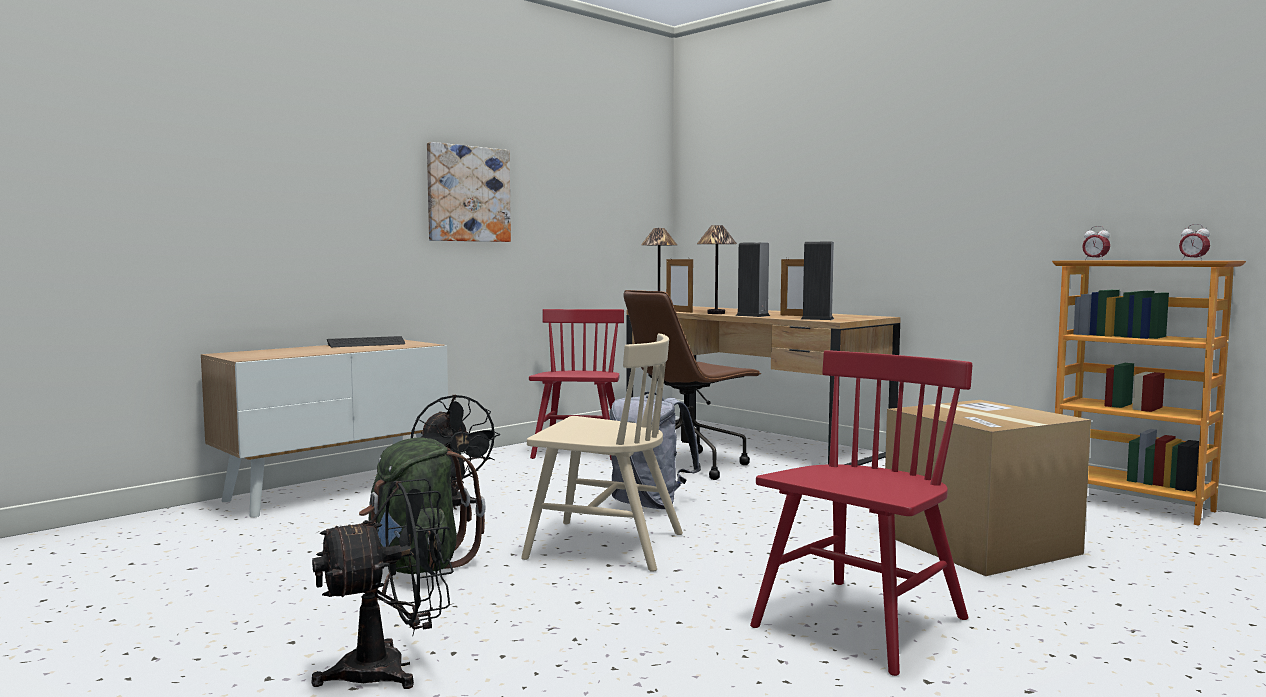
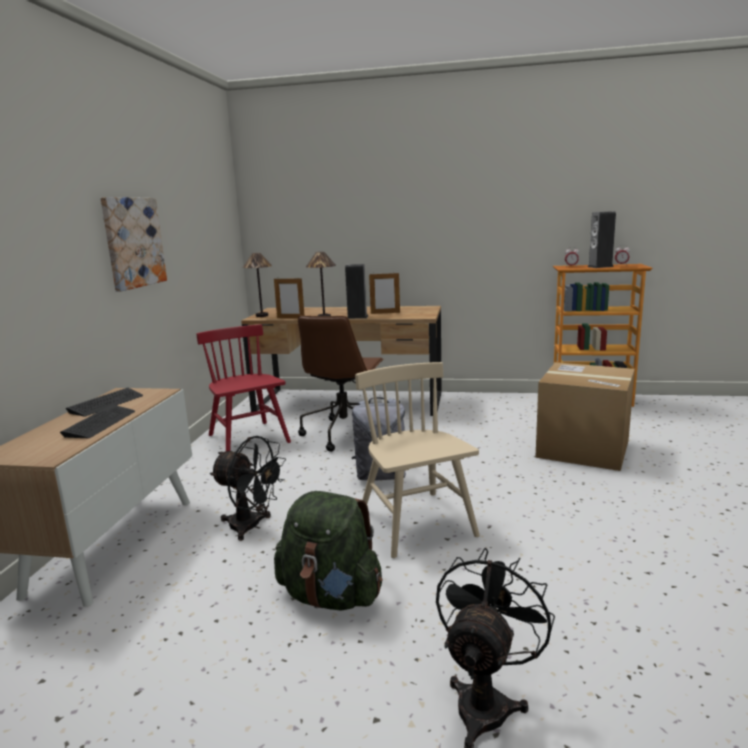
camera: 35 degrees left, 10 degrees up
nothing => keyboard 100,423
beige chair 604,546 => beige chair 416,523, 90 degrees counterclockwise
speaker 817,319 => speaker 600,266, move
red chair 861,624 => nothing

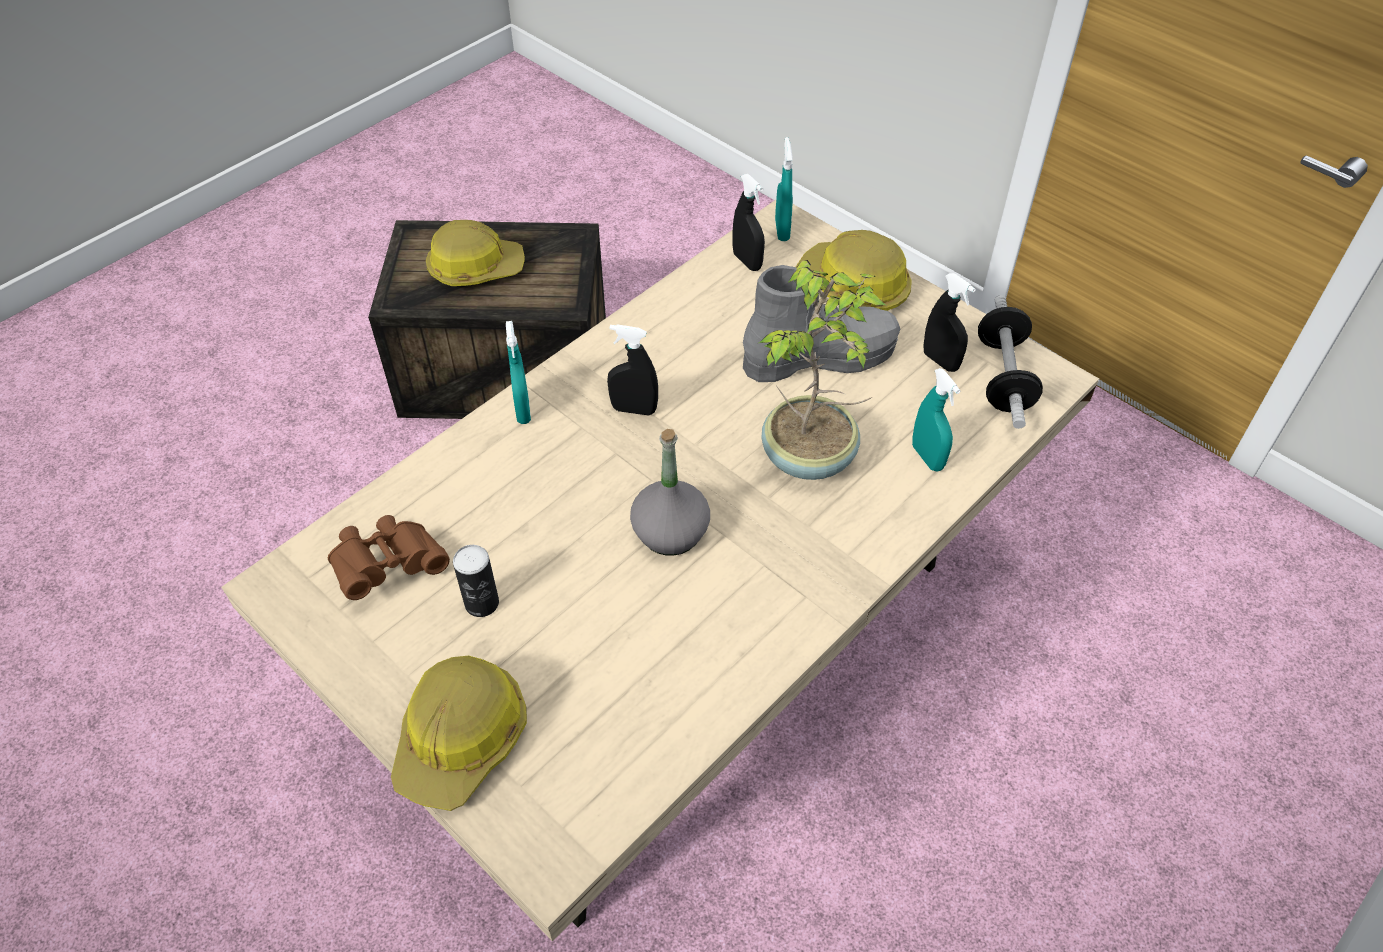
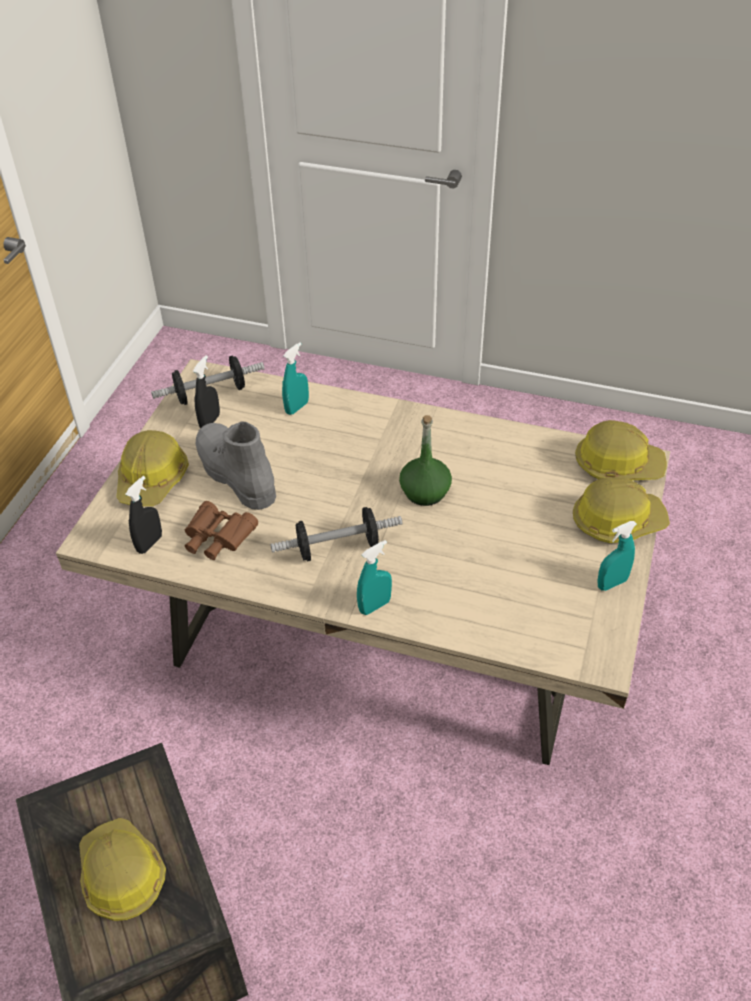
camera: 115 degrees left, 5 degrees down
brown binoculars 389,566 => brown binoculars 218,540, move
black spray bottle 634,409 => dumbbell 337,547
grey bottle 670,532 => green bottle 425,492
nothing => hard hat 618,465
turquoise spray bottle 782,230 => turquoise spray bottle 612,583, move
can 482,603 => nothing
potted plant 810,458 => nothing

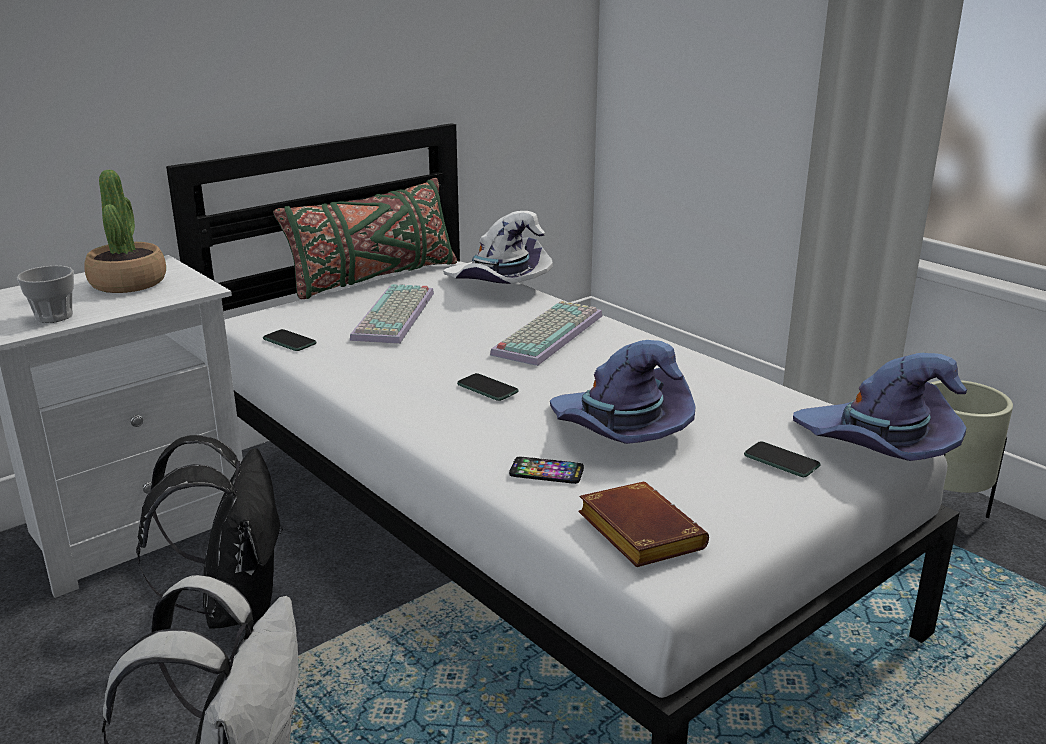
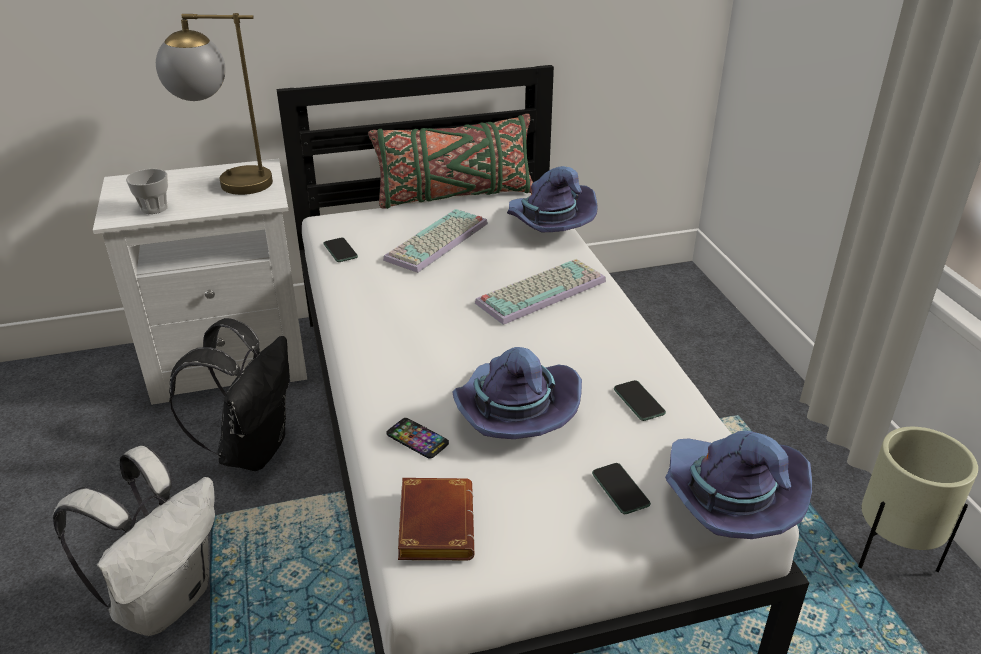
camera: 25 degrees right, 10 degrees up
potted plant 128,283 => table lamp 227,183
white hat 499,283 => purple hat 547,224
phone 487,388 => phone 639,401, move

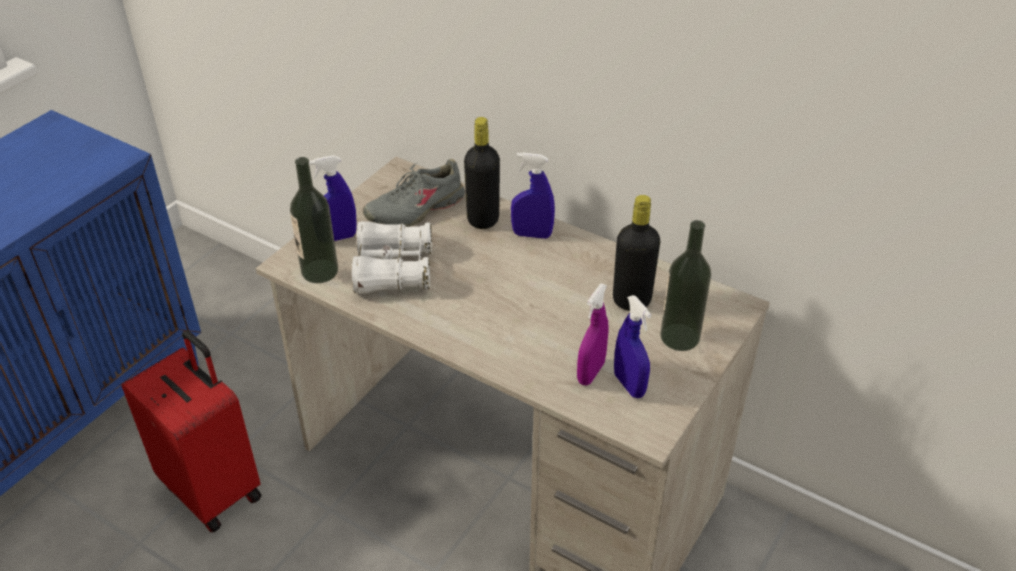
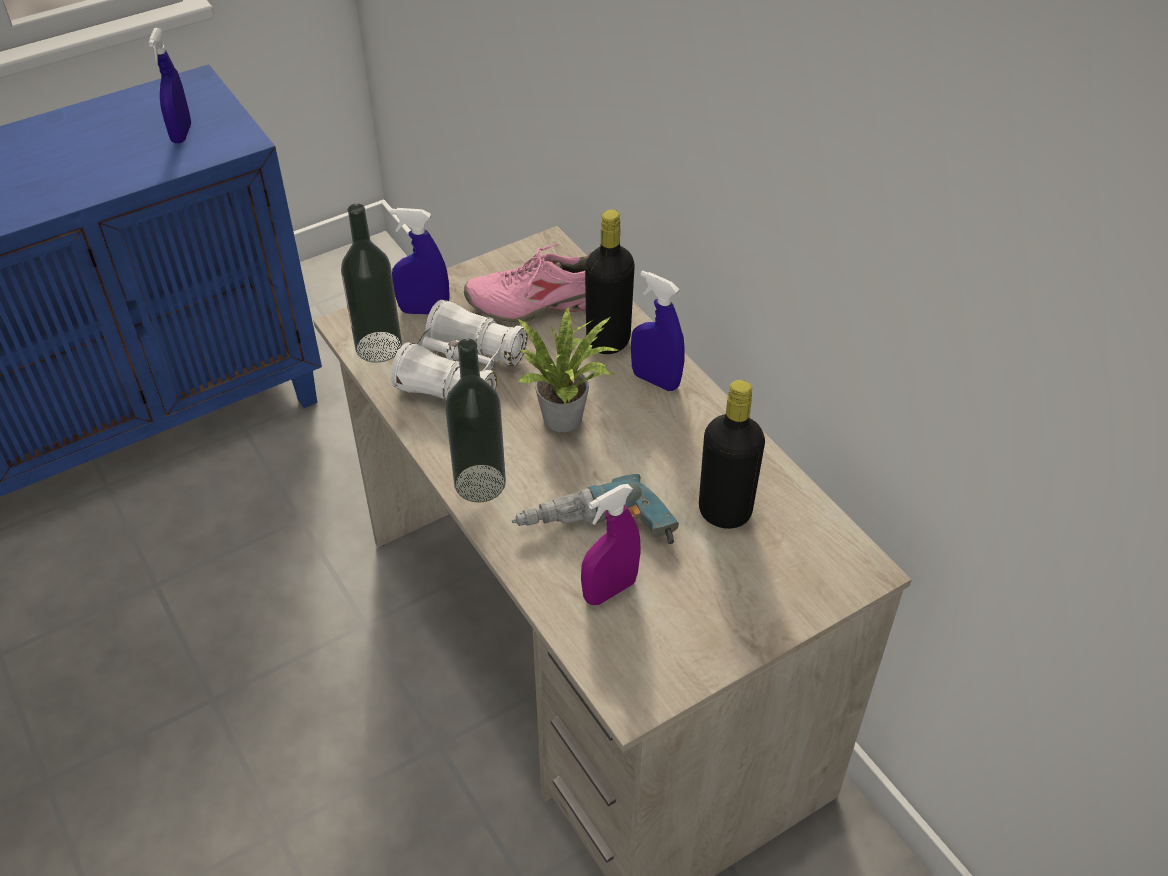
camera: 25 degrees right, 5 degrees up
blue spray bottle 629,385 => blue spray bottle 181,134, move
bottle 679,337 => bottle 480,483, move
grey shoe 415,209 => pink shoe 536,302
nothing => power drill 595,535
nothing => potted plant 568,416
red suitcase 214,489 => nothing

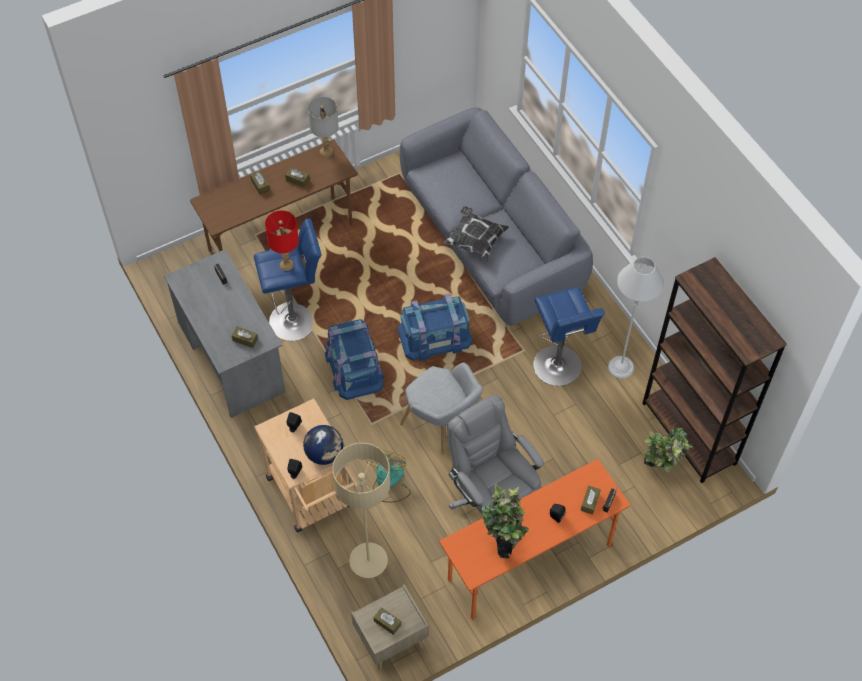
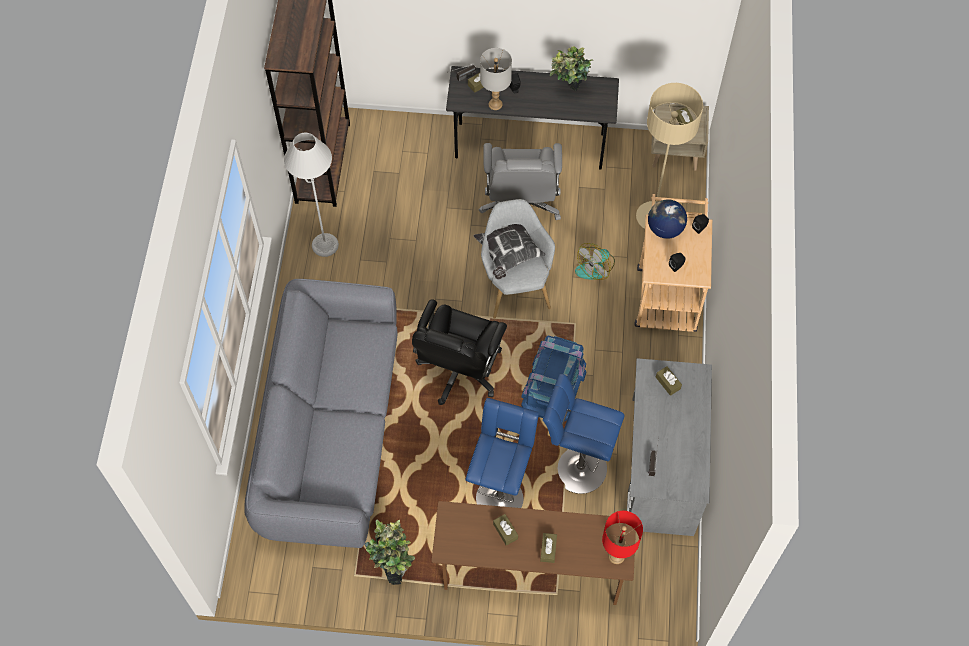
camera: 145 degrees left, 5 degrees up
potted plant 659,471 => potted plant 393,566, move
blue storage box 434,336 => black office chair 459,370
orange desk 529,563 => grey desk 530,145
blue stool 559,368 => blue stool 500,494, move
pillow 475,240 => pillow 508,253, move
grey table lamp 326,151 => grey table lamp 495,104, move
red table lamp 286,265 => red table lamp 616,556, move

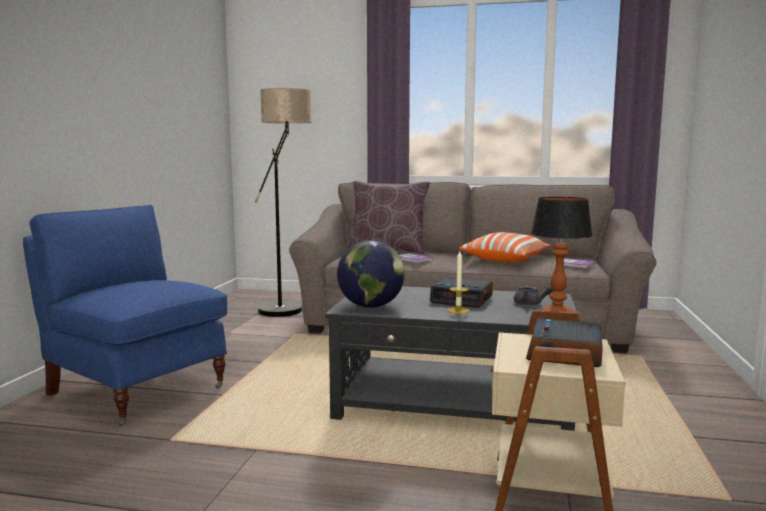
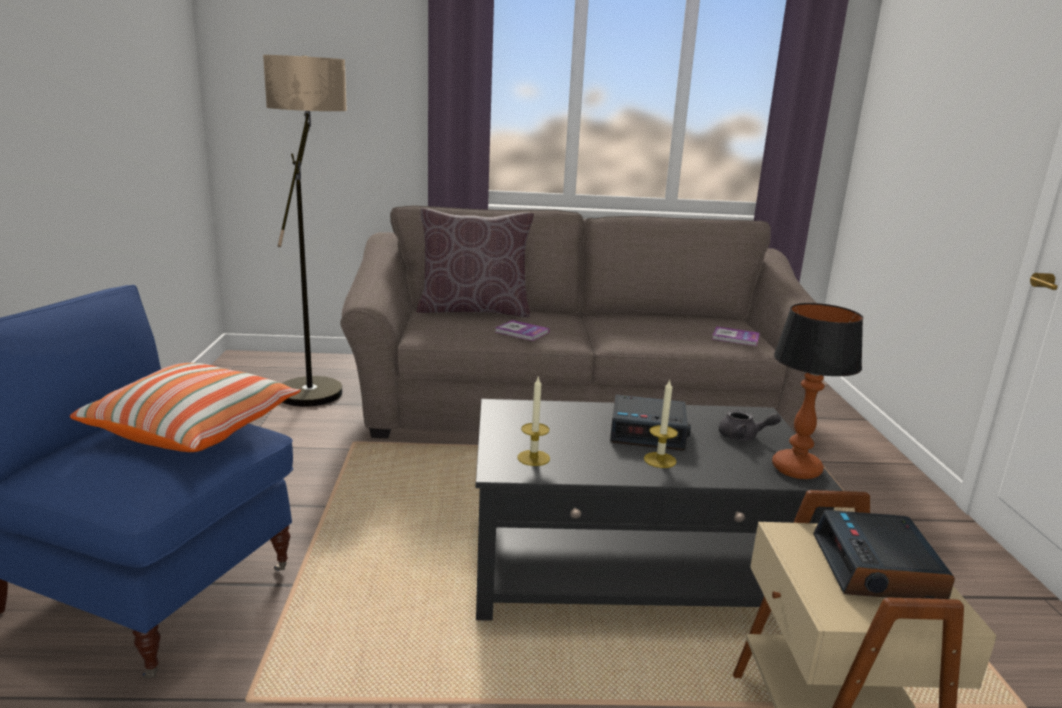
camera: 15 degrees left, 10 degrees up
pillow 505,260 => pillow 195,429, move
globe 371,306 => candle 533,458

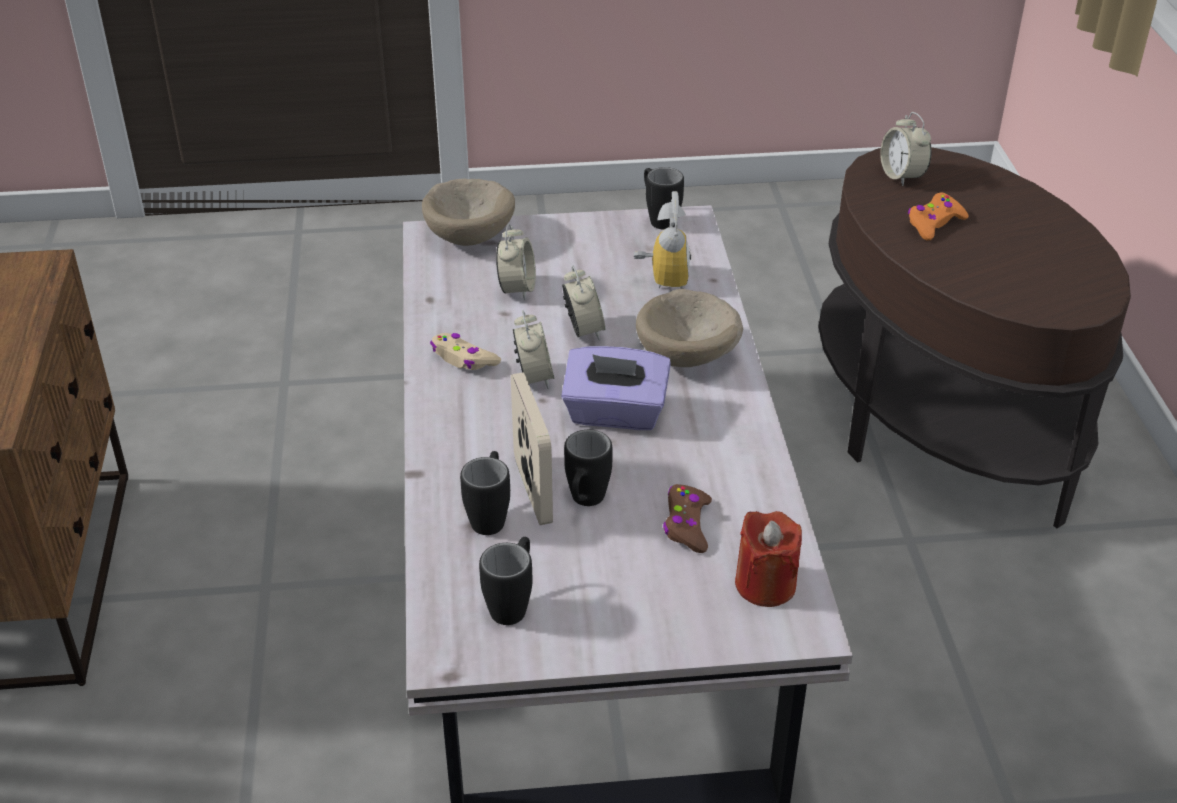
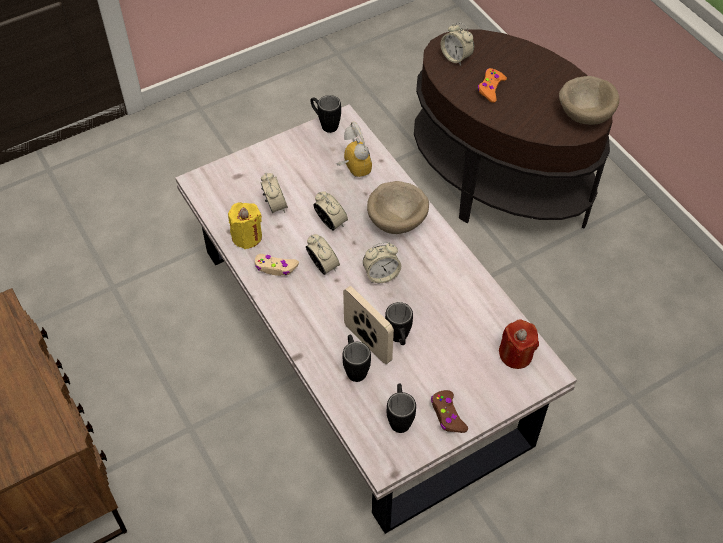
camera: 25 degrees left, 15 degrees up
nothing => yellow candle 247,236
purple tissue box 615,414 => alarm clock 381,275
brown game controller 687,525 => brown game controller 447,415, move
beige bowl 471,235 => beige bowl 585,113, move

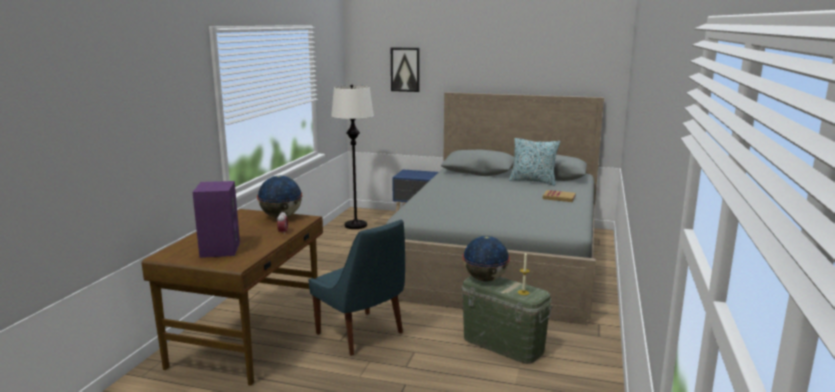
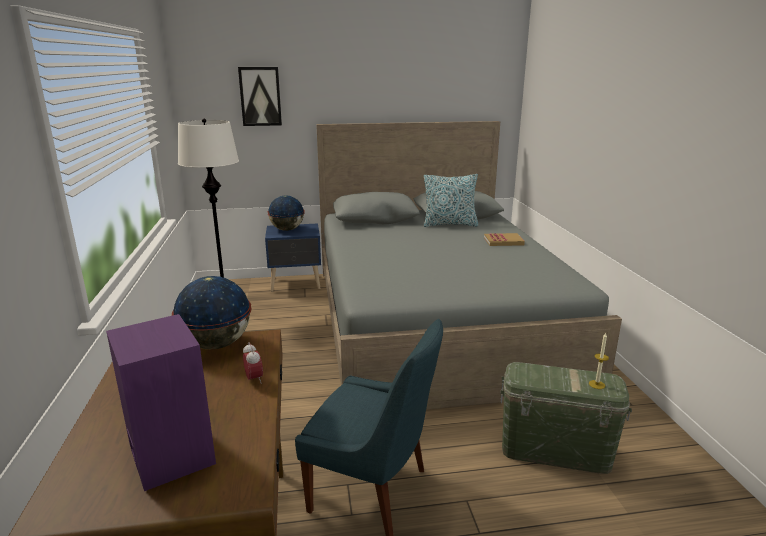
camera: 25 degrees left, 5 degrees up
globe 485,279 => globe 287,230, move

